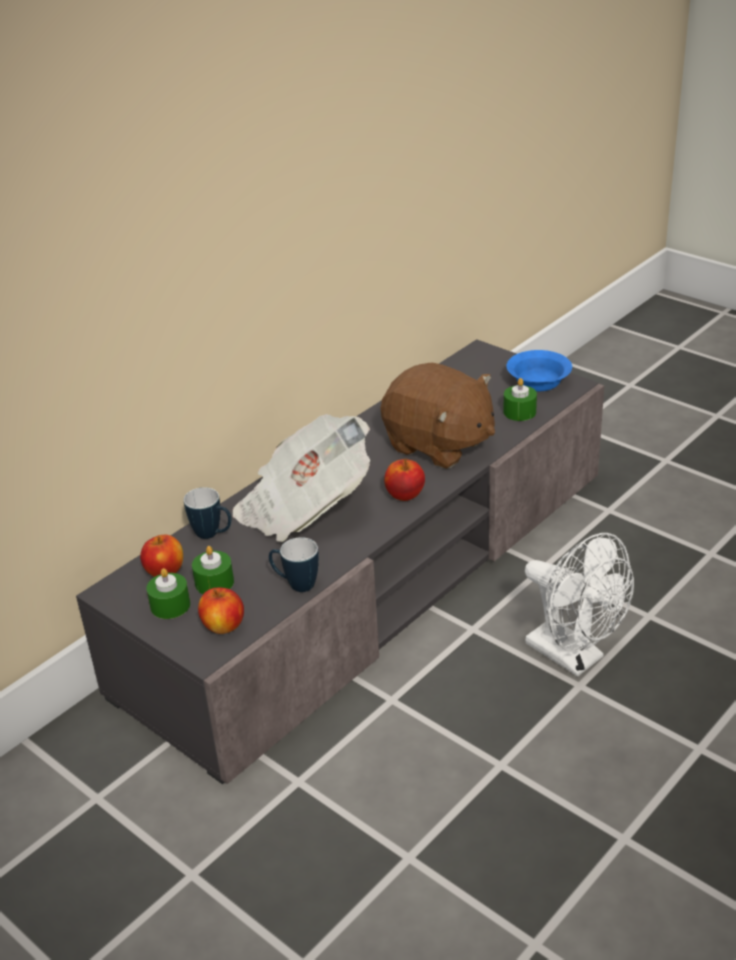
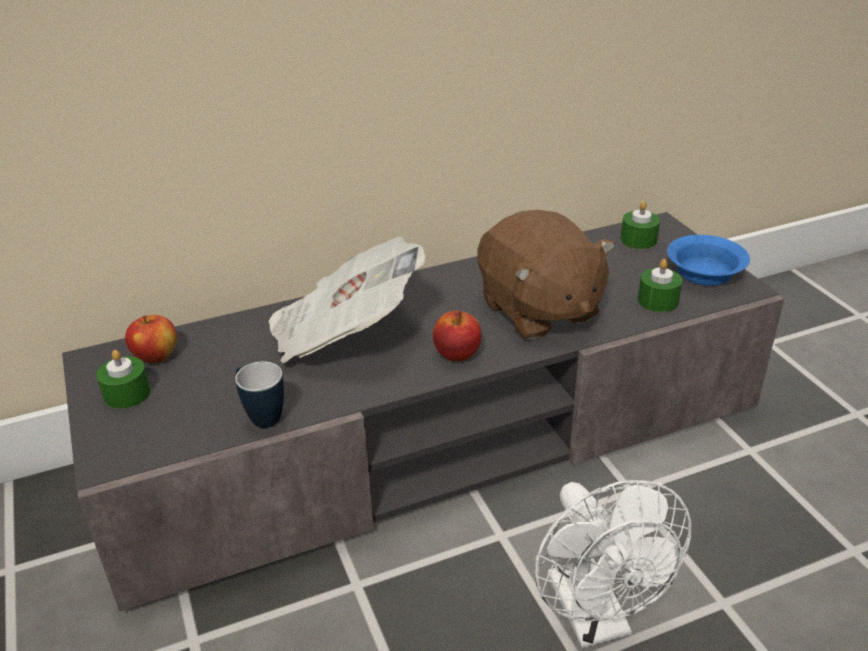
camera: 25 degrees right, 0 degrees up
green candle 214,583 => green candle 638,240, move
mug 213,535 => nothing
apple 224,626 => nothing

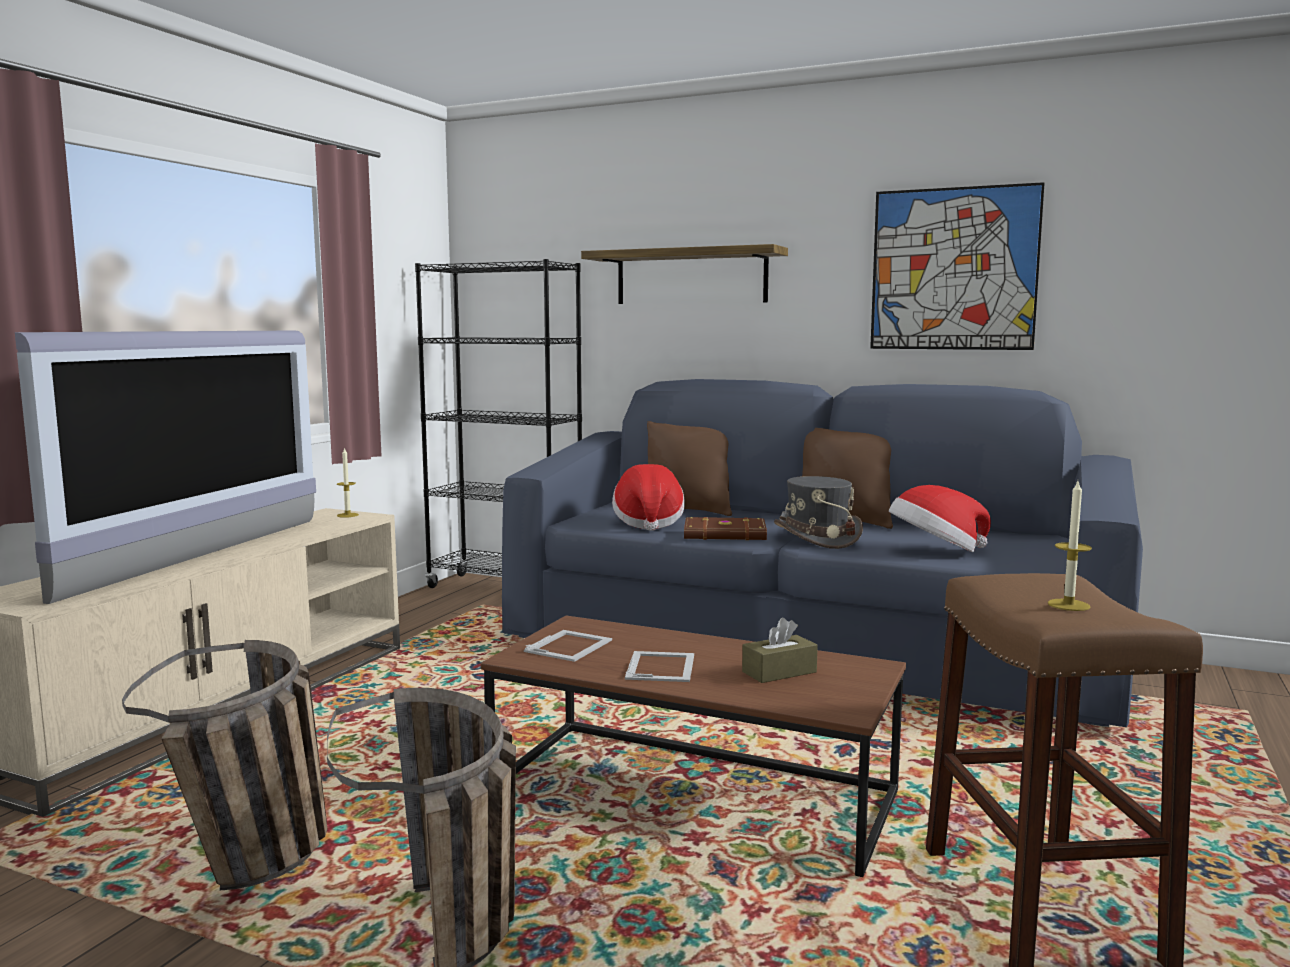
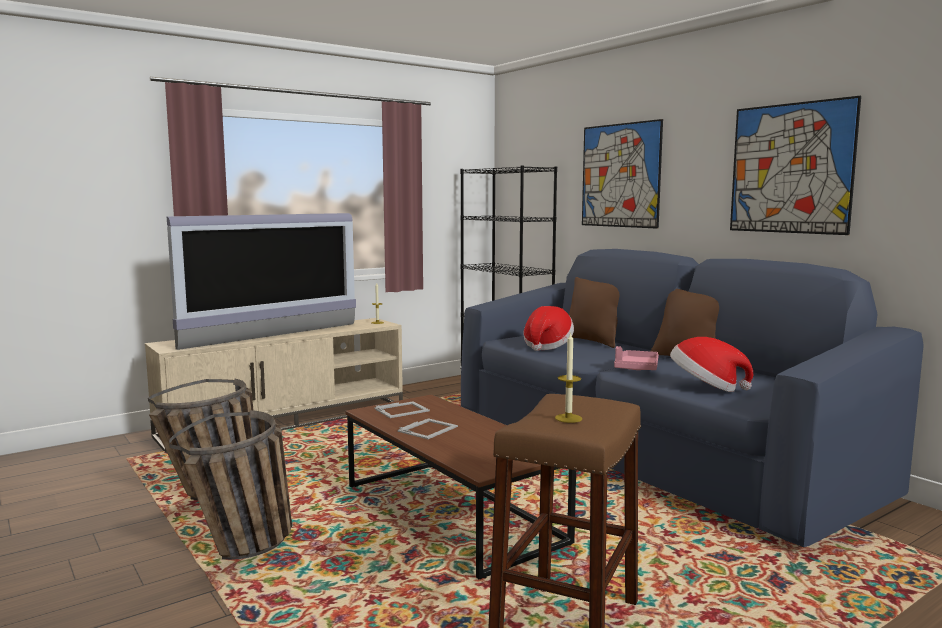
camera: 30 degrees right, 0 degrees up
shelf 691,277 => picture 620,175
grey hat 817,538 => pink tray 636,368
brown book 725,534 => nothing
brown tissue box 779,672 => nothing

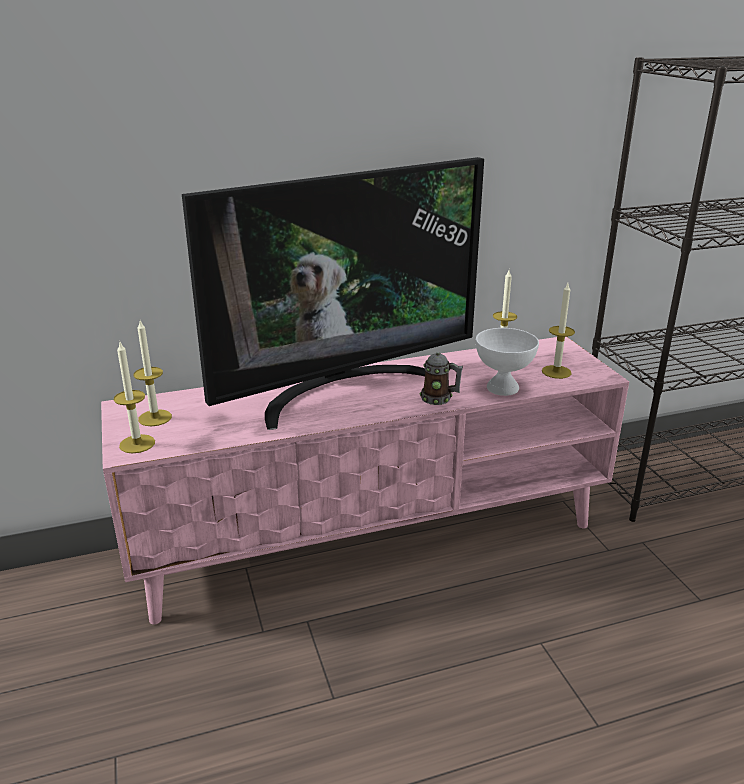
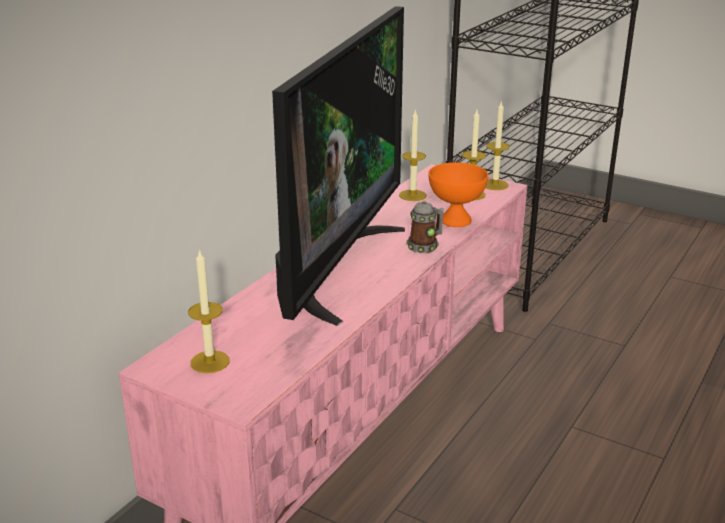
camera: 40 degrees left, 0 degrees up
white bowl 503,388 => orange bowl 457,221
candle 137,444 => candle 495,185, move

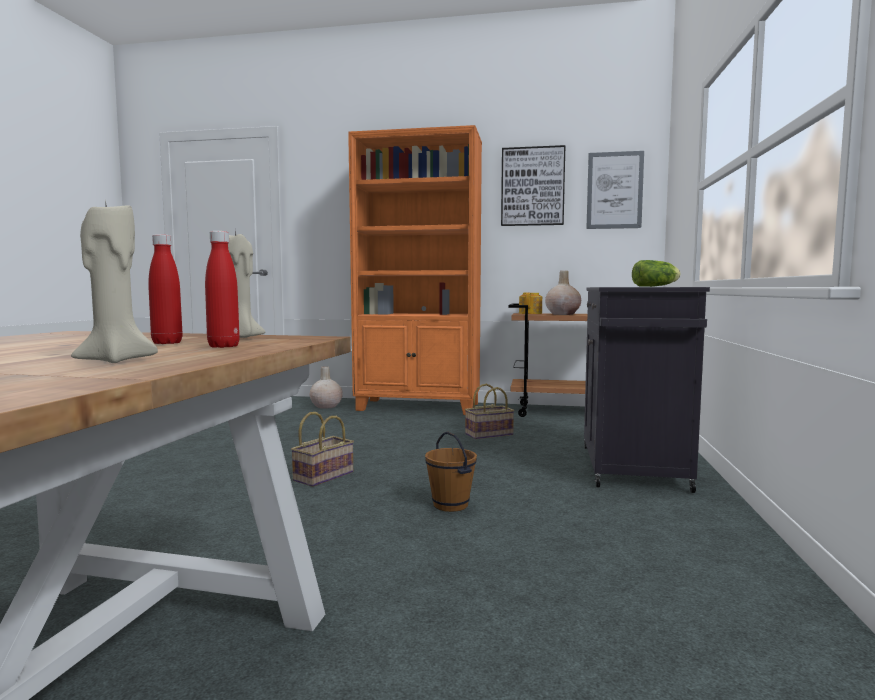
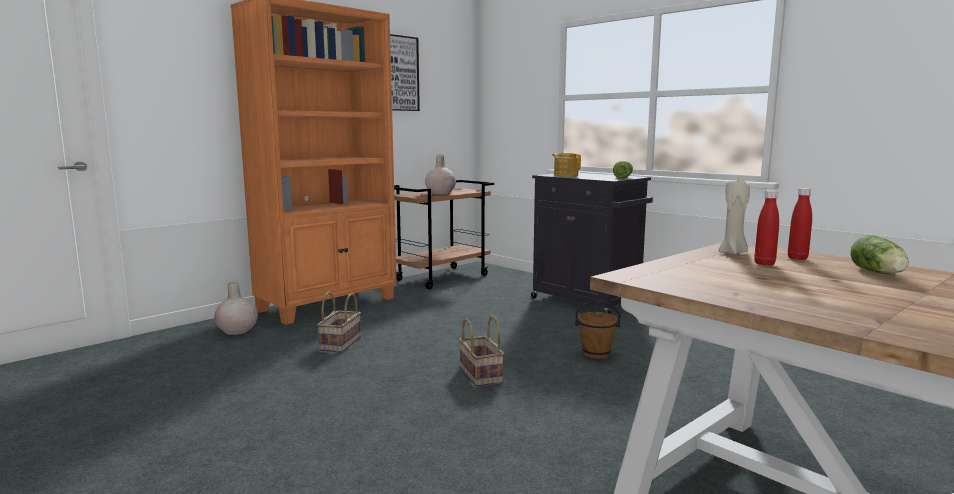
camera: 55 degrees left, 5 degrees up
basket 488,435 => basket 341,344, move
teapot 530,313 => teapot 565,175, move
beige candle 115,360 => lettuce 879,273
picture 614,190 => nothing

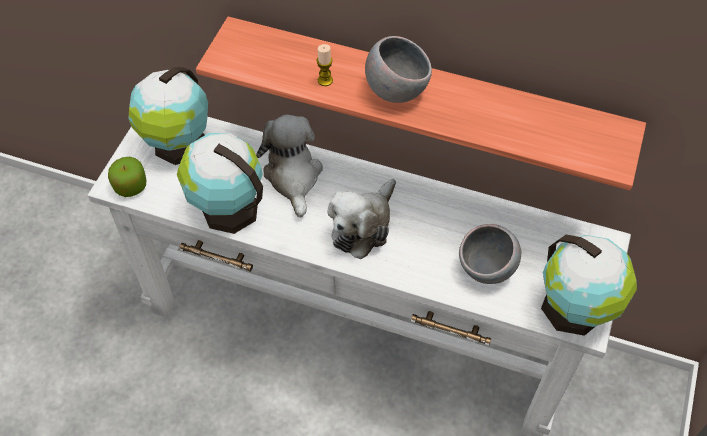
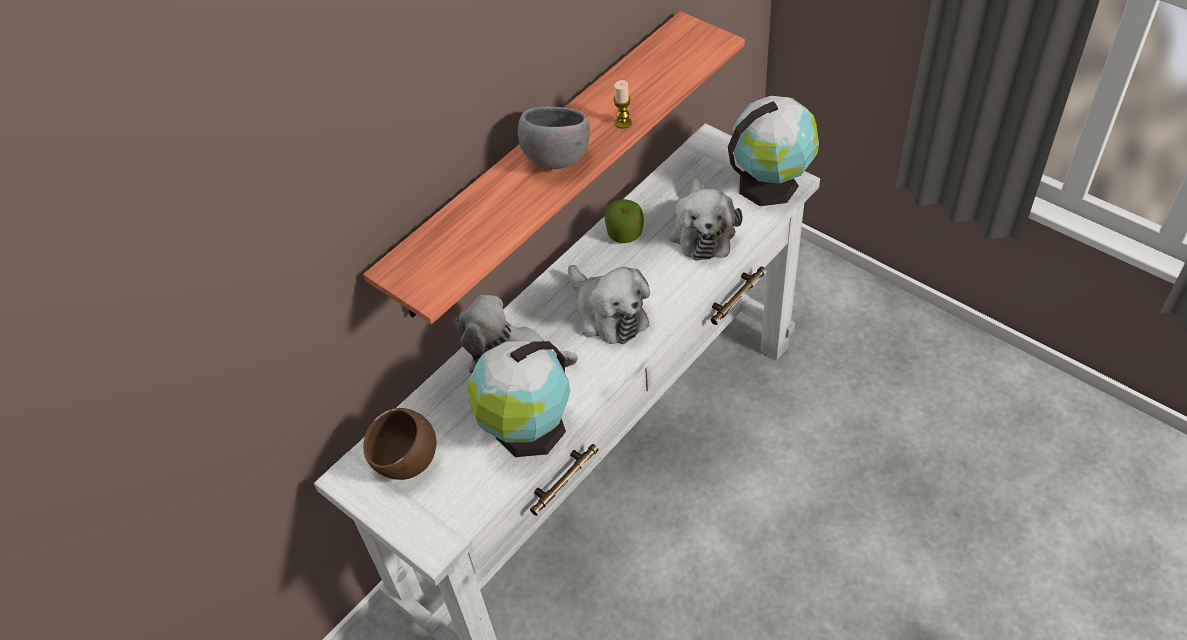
camera: 65 degrees left, 5 degrees down
globe 178,145 => brown bowl 407,462
apple 130,186 => apple 625,233, move
candle 325,80 => candle 623,123, move
grey bowl 487,269 => plush toy 702,231

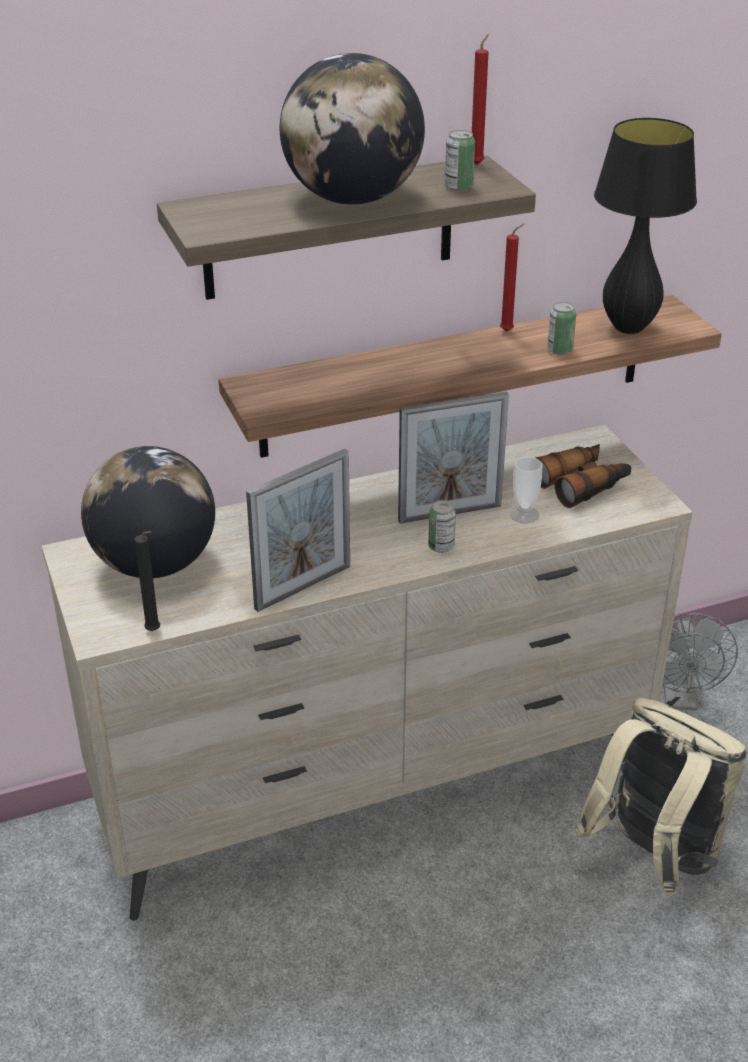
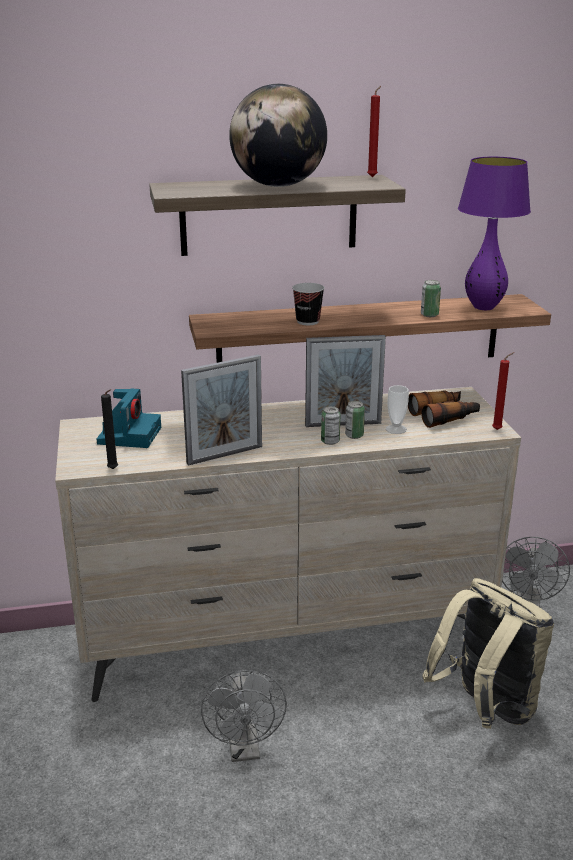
camera: 10 degrees right, 10 degrees down
globe 154,564 => photo camera 129,435
nothing => grey fan 245,749
nothing => cup 308,321
can 458,187 => can 354,435, move
black table lamp 628,328 => purple table lamp 483,307
red candle 508,331 => red candle 498,429, move

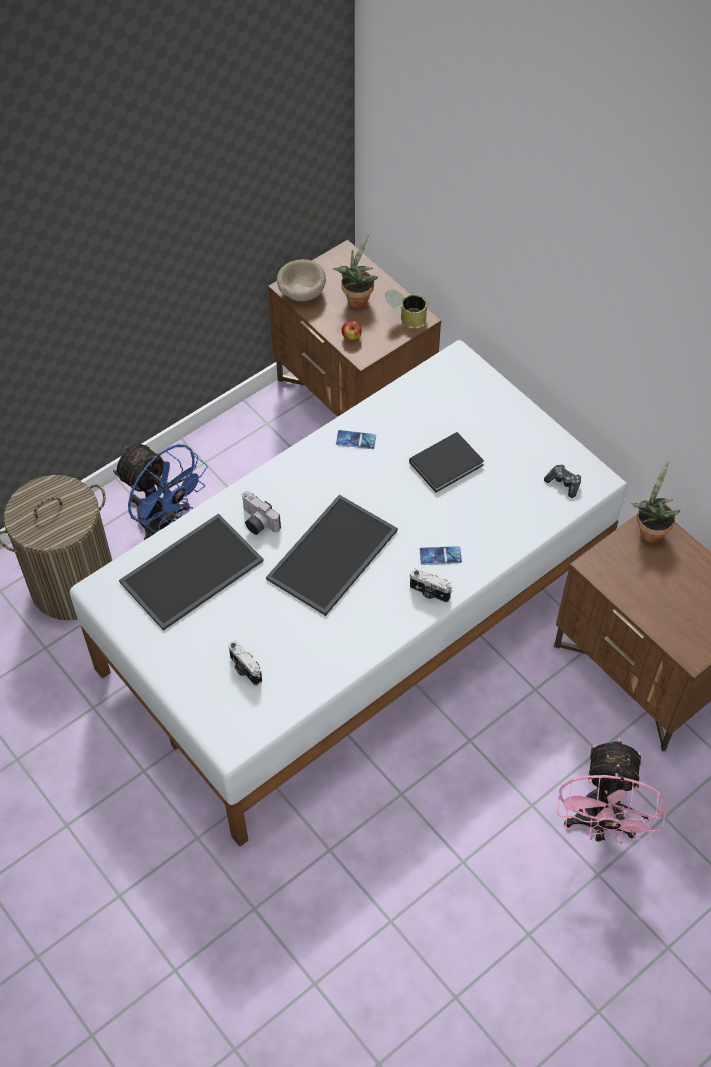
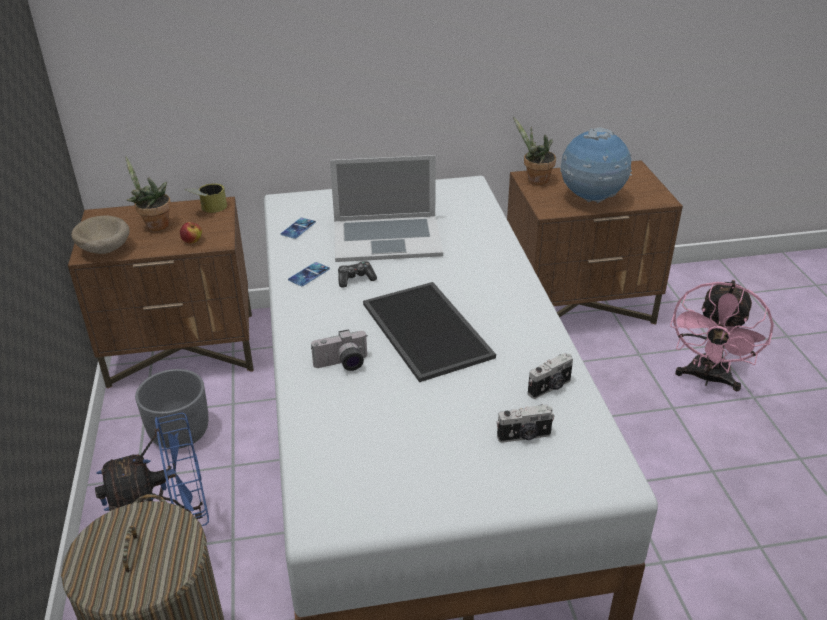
camera: 60 degrees left, 20 degrees down
nothing => grey planter 179,433
phone 440,555 => phone 298,228, move
black book 448,464 => laptop 387,238
game controller 563,483 => game controller 355,279, move
photo camera 429,593 => photo camera 550,388, move
nothing => globe 591,199
pink fan 599,825 => pink fan 707,379, 75 degrees clockwise
tray 191,569 => nothing

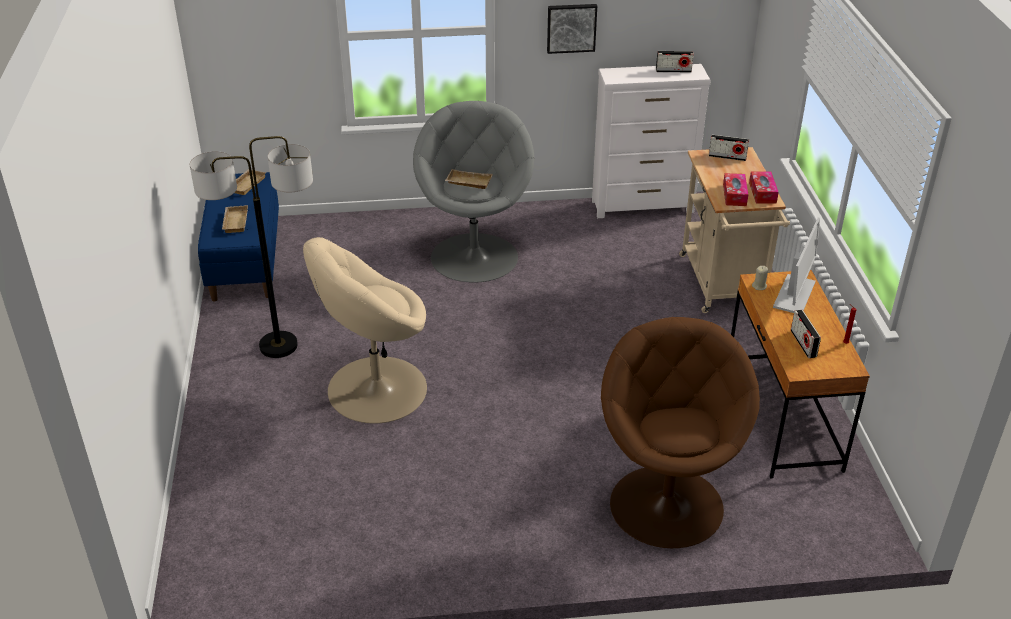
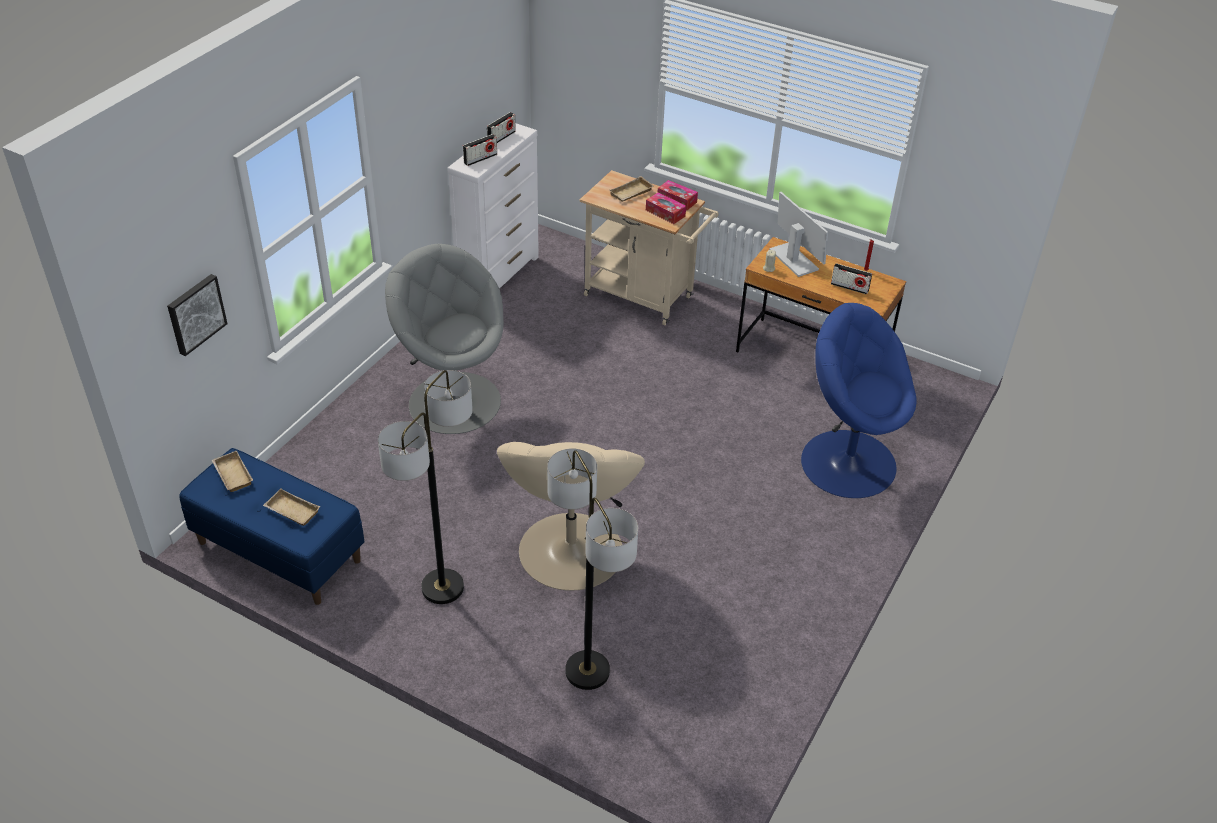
camera: 55 degrees left, 5 degrees up
picture 571,27 => picture 195,313, move
radio 727,157 => radio 480,159, move
nothing => floor lamp 587,671
beige tray 468,182 => beige tray 631,193, move
brown armchair 666,504 => blue armchair 847,462

